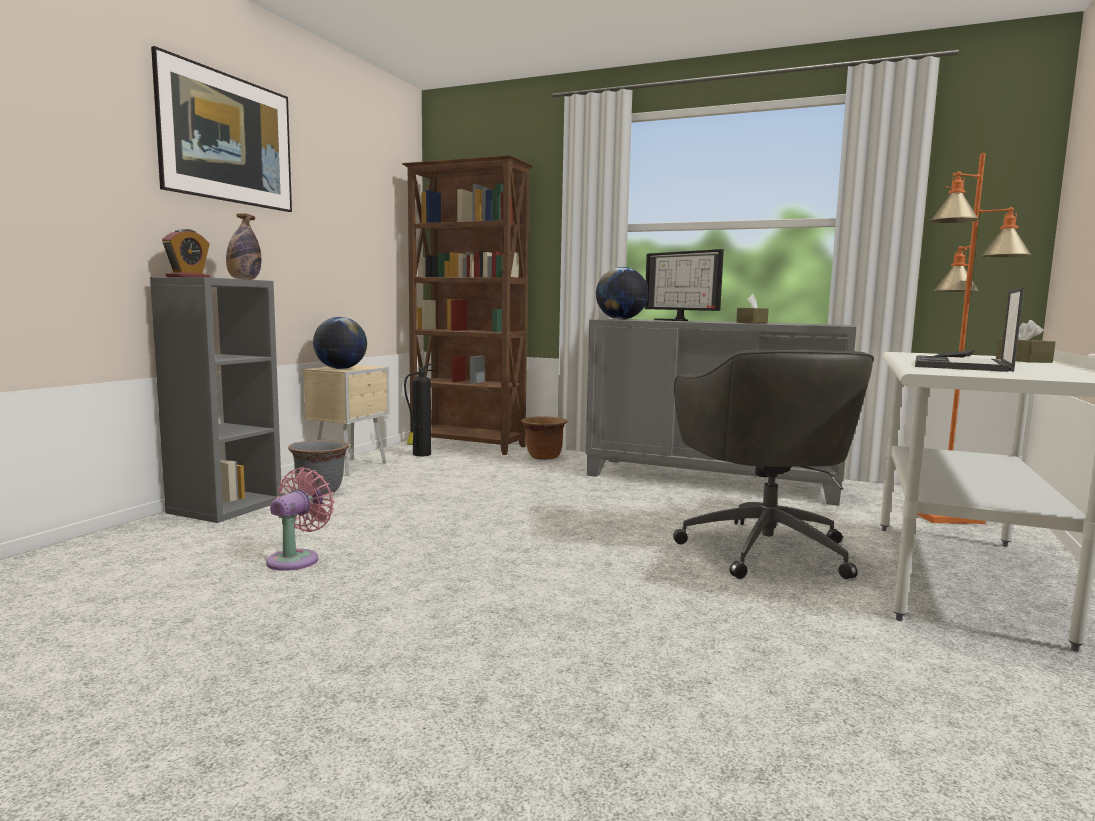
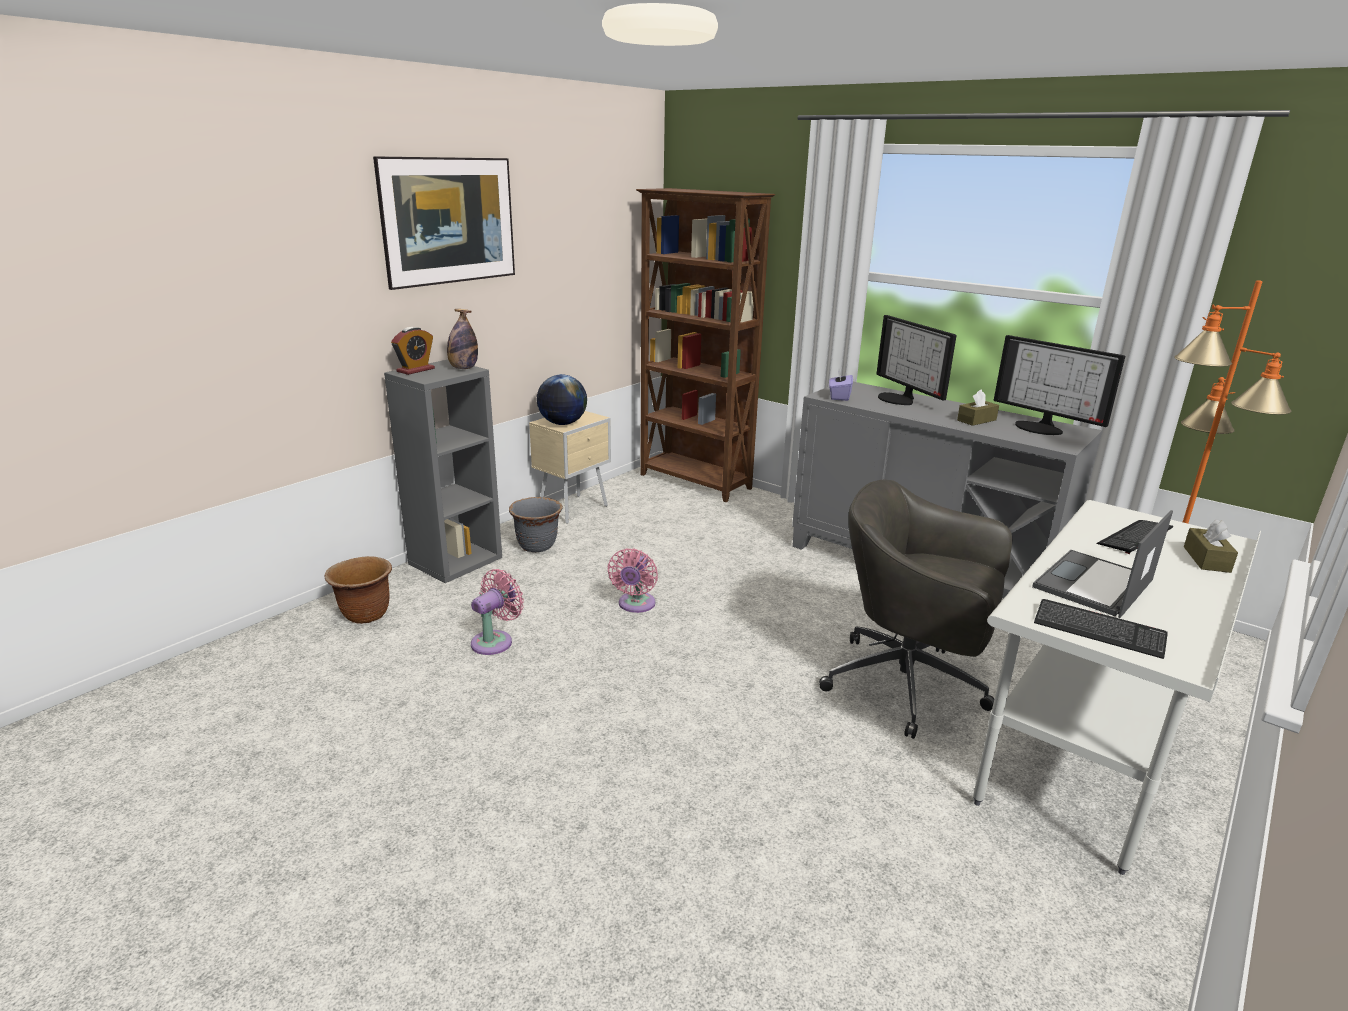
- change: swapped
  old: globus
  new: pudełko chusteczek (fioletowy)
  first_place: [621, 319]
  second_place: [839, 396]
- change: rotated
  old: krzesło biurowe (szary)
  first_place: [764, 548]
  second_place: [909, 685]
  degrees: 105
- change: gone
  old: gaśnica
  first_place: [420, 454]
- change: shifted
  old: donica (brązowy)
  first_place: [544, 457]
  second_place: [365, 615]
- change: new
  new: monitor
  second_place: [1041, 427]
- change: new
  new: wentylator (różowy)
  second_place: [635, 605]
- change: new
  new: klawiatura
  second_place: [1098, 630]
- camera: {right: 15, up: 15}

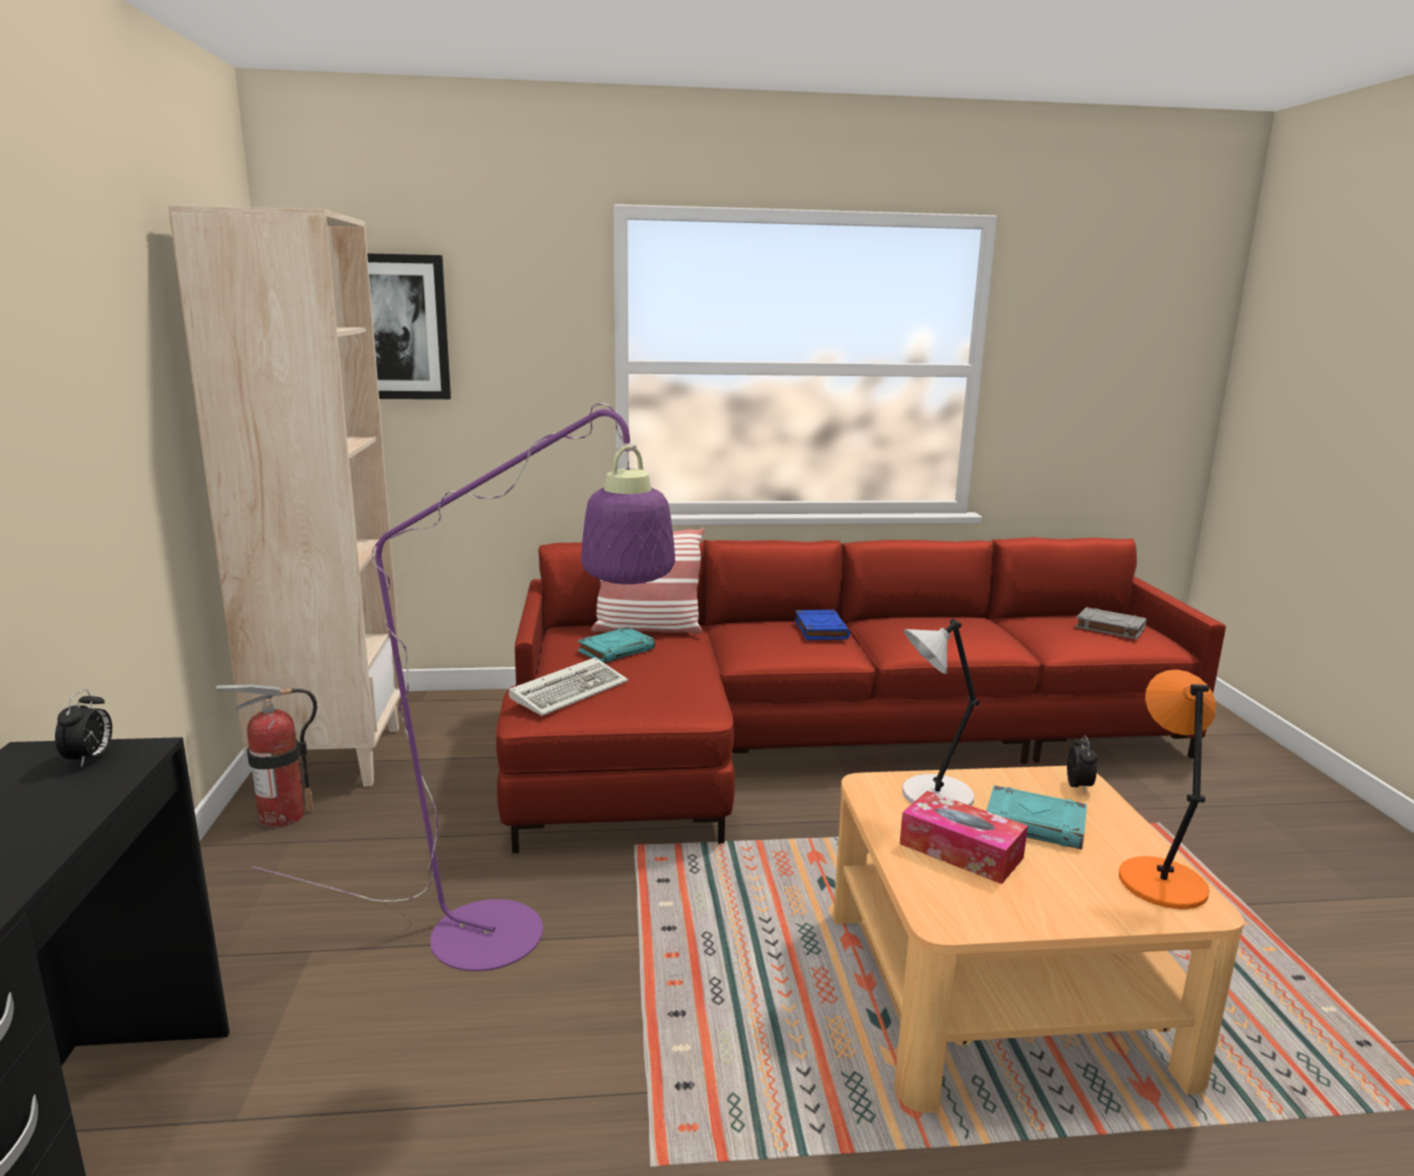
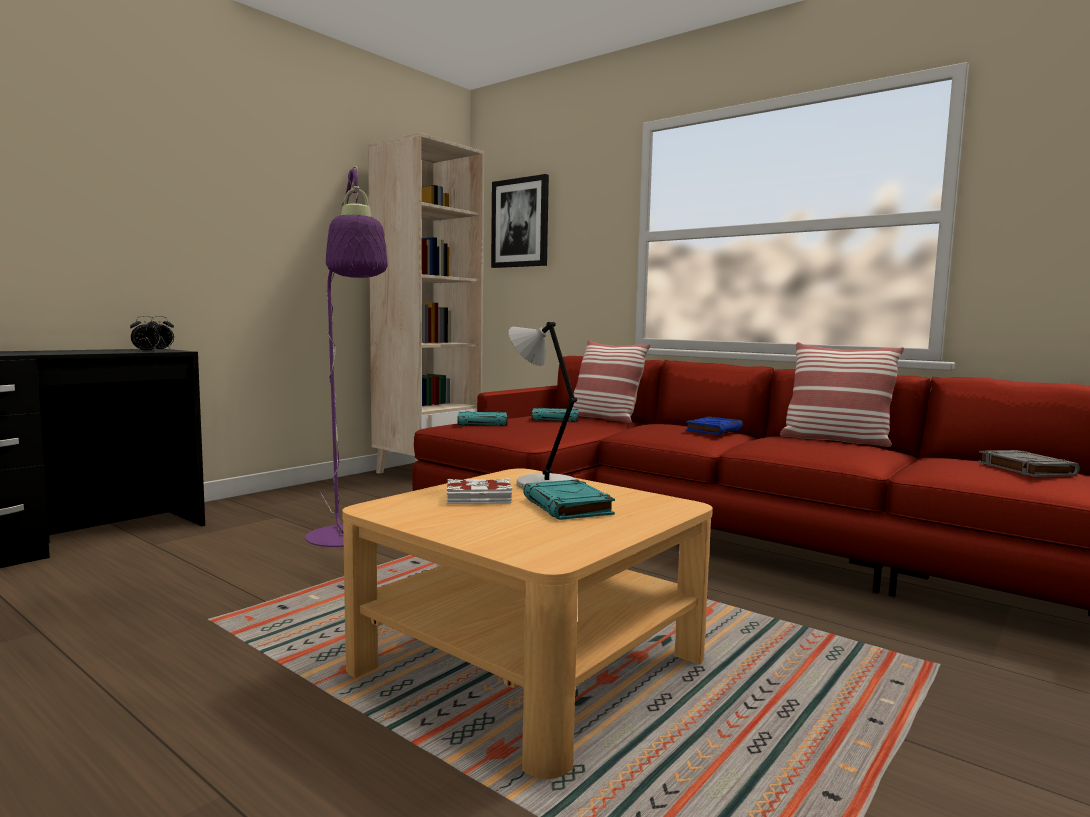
- change: swapped
  old: klawiatura
  new: książka (turkusowy)
  first_place: [571, 690]
  second_place: [483, 423]
- change: gone
  old: lampa stołowa (pomarańczowy)
  first_place: [1160, 881]
- change: gone
  old: gaśnica
  first_place: [282, 816]
- change: shifted
  old: budzik
  first_place: [1079, 787]
  second_place: [146, 351]
- change: swapped
  old: pudełko chusteczek
  new: książka (biały)
  first_place: [960, 851]
  second_place: [479, 498]
- change: new
  new: poduszka
  second_place: [835, 440]
- camera: {right: 45, up: -10}

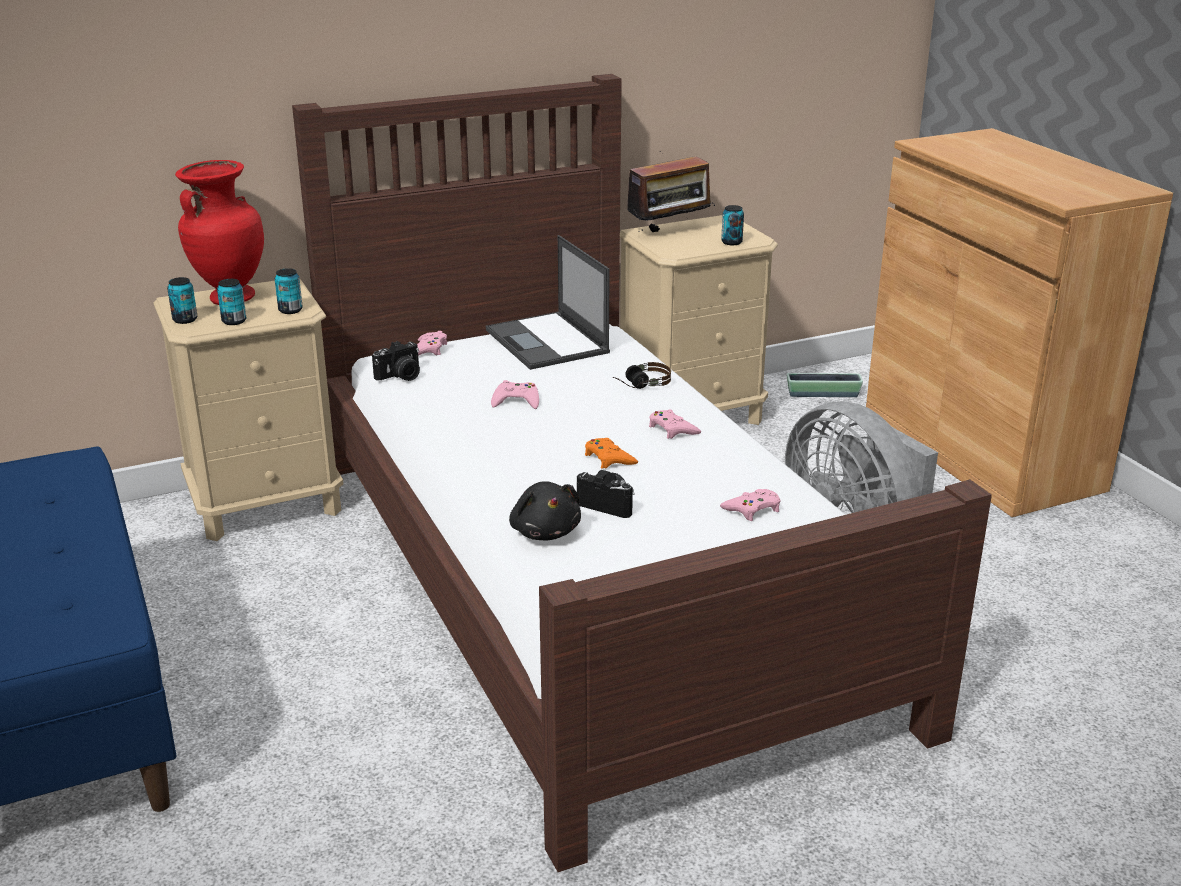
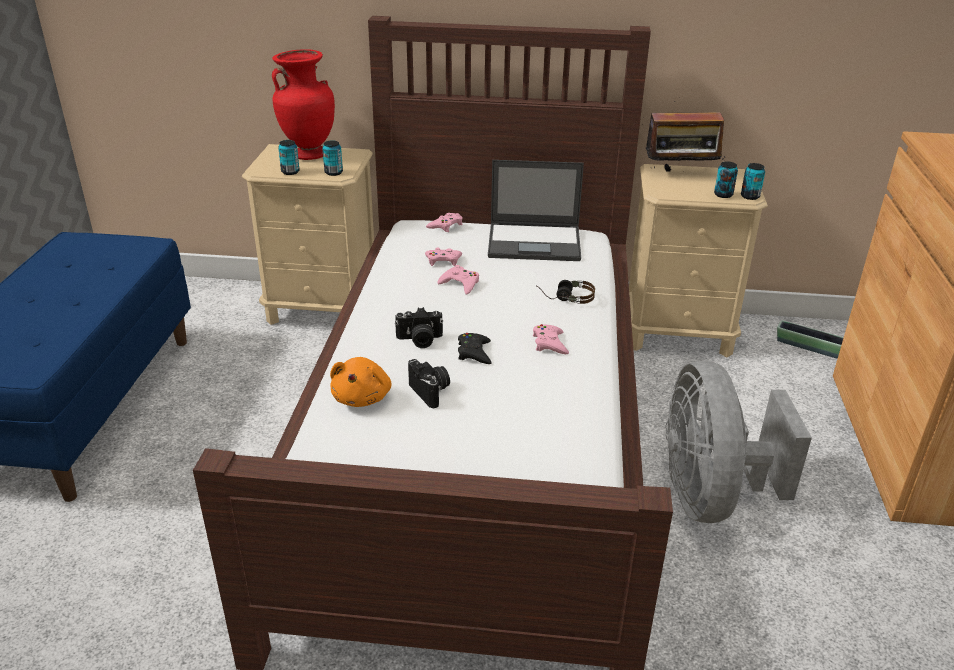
- change: rotated
  old: laptop
  first_place: [548, 342]
  second_place: [535, 242]
  degrees: -90
- change: shifted
  old: puszka
  first_place: [185, 320]
  second_place: [750, 196]
- change: shifted
  old: aparat fotograficzny
  first_place: [400, 376]
  second_place: [419, 340]
- change: repainted
  old: pad do gier (pomarańczowy)
  new: pad do gier (czarny)
  first_place: [609, 458]
  second_place: [474, 352]
- change: repainted
  old: pluszak (czarny)
  new: pluszak (pomarańczowy)
  first_place: [545, 531]
  second_place: [362, 397]
- change: shifted
  old: pad do gier (różowy)
  first_place: [752, 509]
  second_place: [443, 260]
- camera: {right: 30, up: 5}

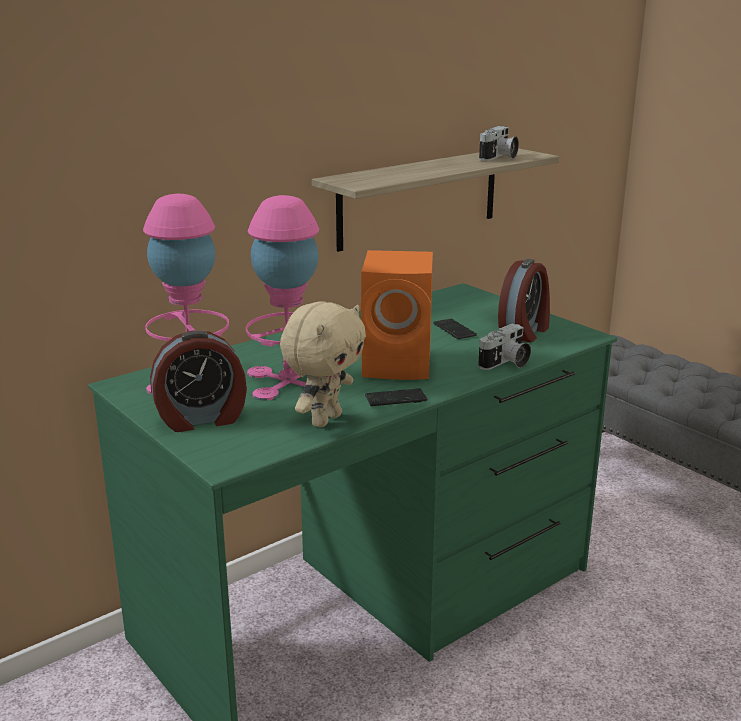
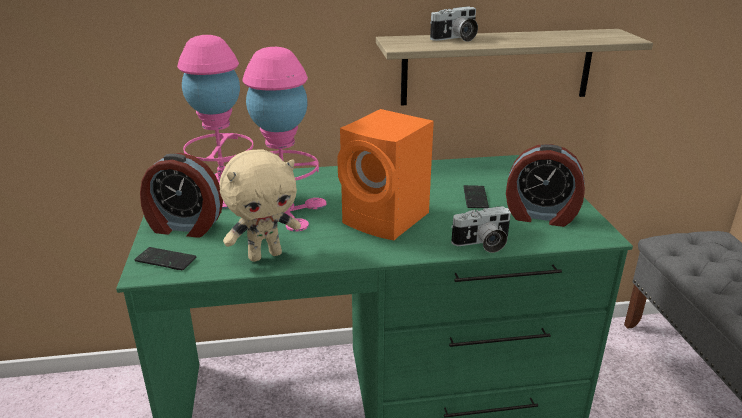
- change: shifted
  old: aparat fotograficzny
  first_place: [499, 157]
  second_place: [456, 39]
- change: rotated
  old: budzik
  first_place: [525, 332]
  second_place: [540, 216]
  degrees: 45
- change: shifted
  old: telefon
  first_place: [396, 399]
  second_place: [165, 260]
- camera: {right: 30, up: 5}

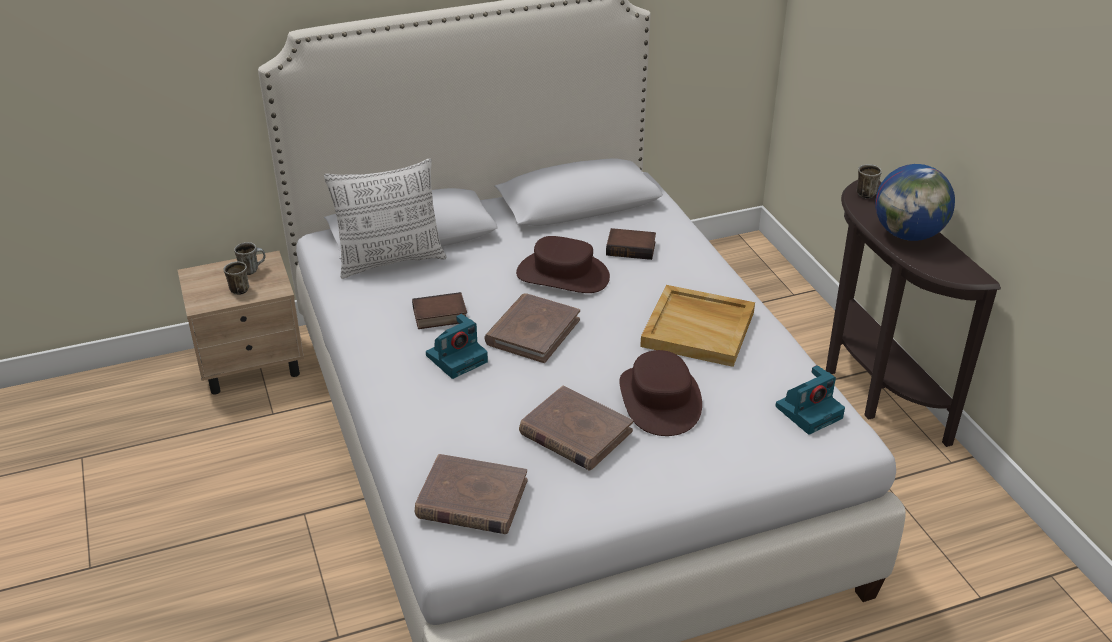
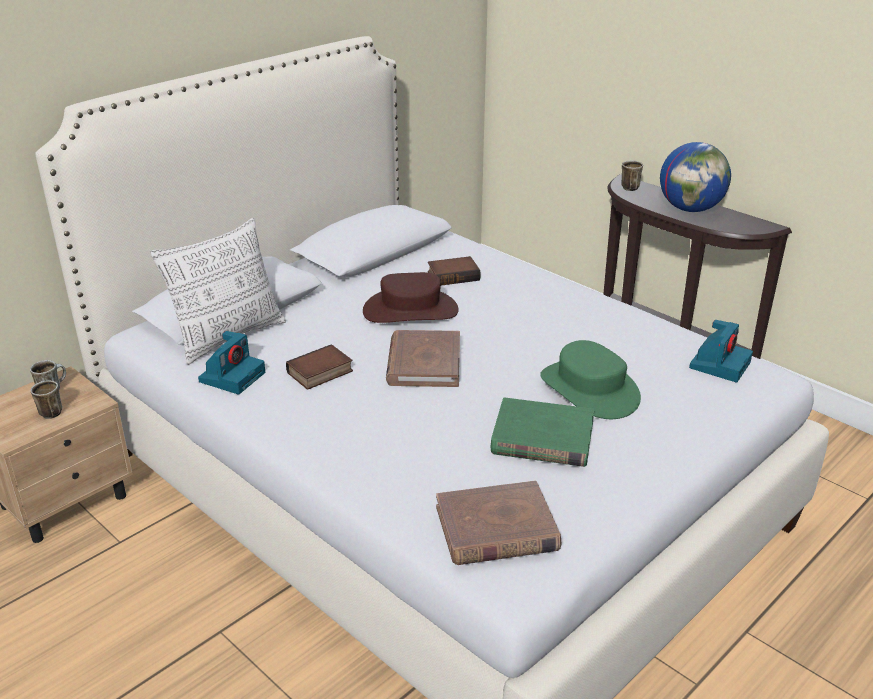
- change: gone
  old: taca (beżowy)
  first_place: [699, 329]
- change: shifted
  old: aparat fotograficzny
  first_place: [457, 358]
  second_place: [232, 376]
- change: repainted
  old: kapelusz (brązowy)
  new: kapelusz (zielony)
  first_place: [660, 400]
  second_place: [589, 389]
- change: repainted
  old: książka (brązowy)
  new: książka (zielony)
  first_place: [575, 432]
  second_place: [542, 437]
- camera: {right: -25, up: -5}

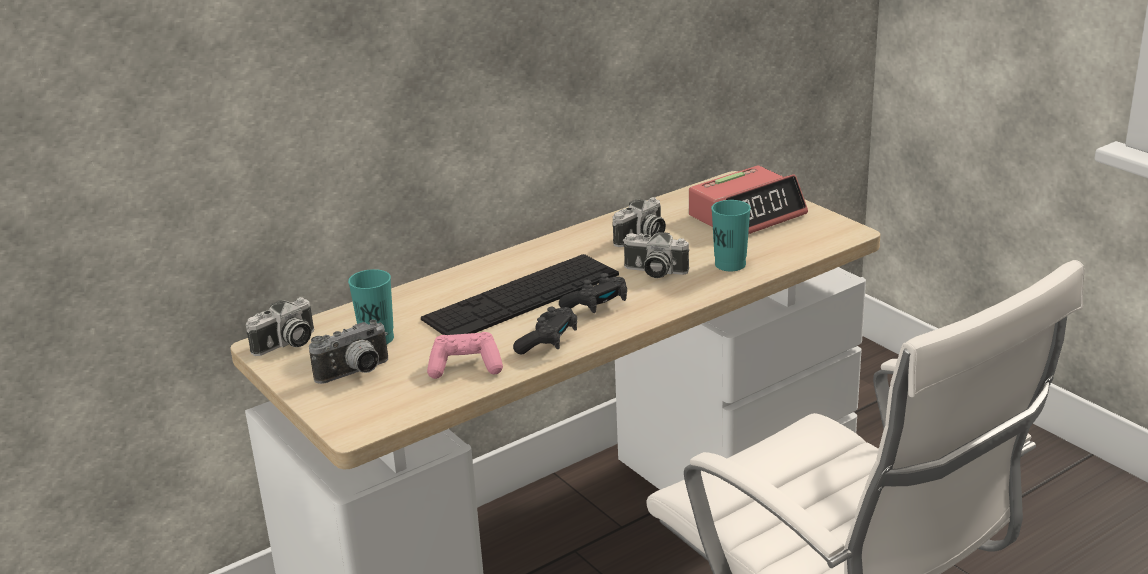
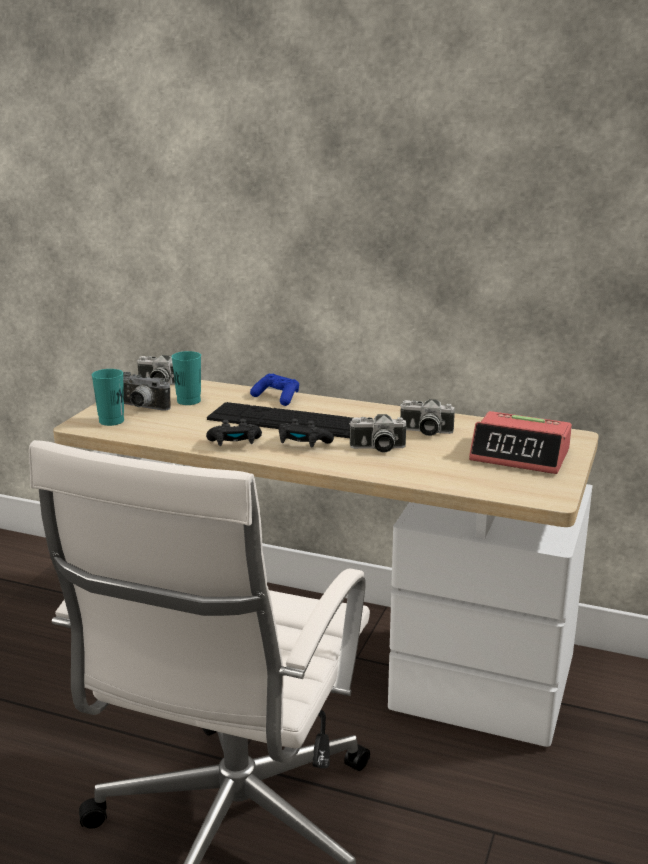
- change: shifted
  old: filiżanka (turkusowy)
  first_place: [730, 264]
  second_place: [111, 421]
- change: rotated
  old: aparat fotograficzny
  first_place: [654, 272]
  second_place: [377, 448]
  degrees: -75
- change: gone
  old: pad do gier (różowy)
  first_place: [465, 367]
- change: new
  new: pad do gier (niebieski)
  second_place: [277, 398]
- camera: {right: 55, up: -5}

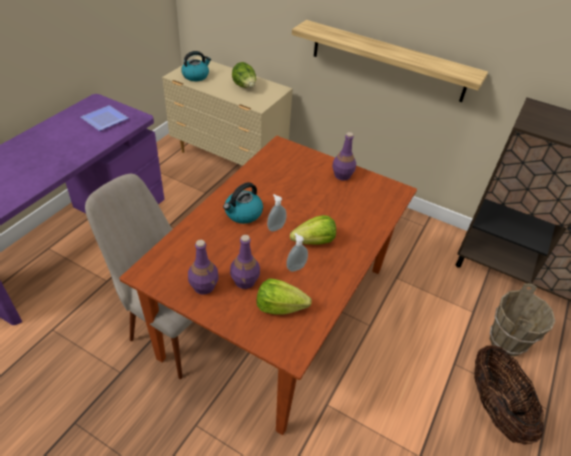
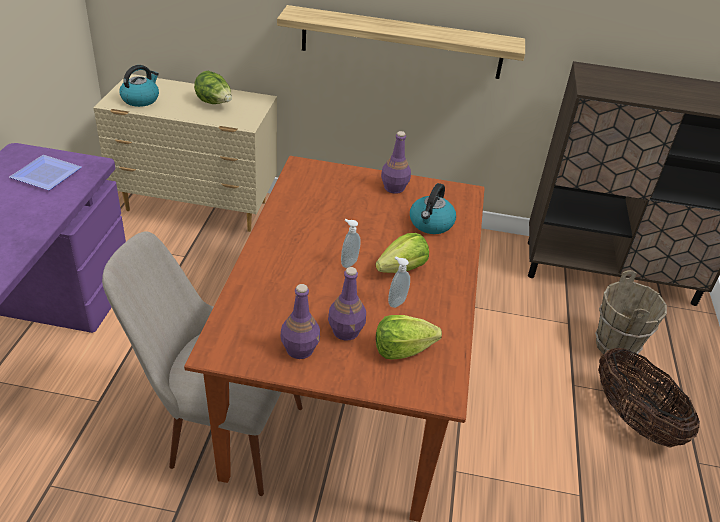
- change: shifted
  old: czajnik
  first_place: [243, 214]
  second_place: [431, 224]
- camera: {right: -20, up: -5}

